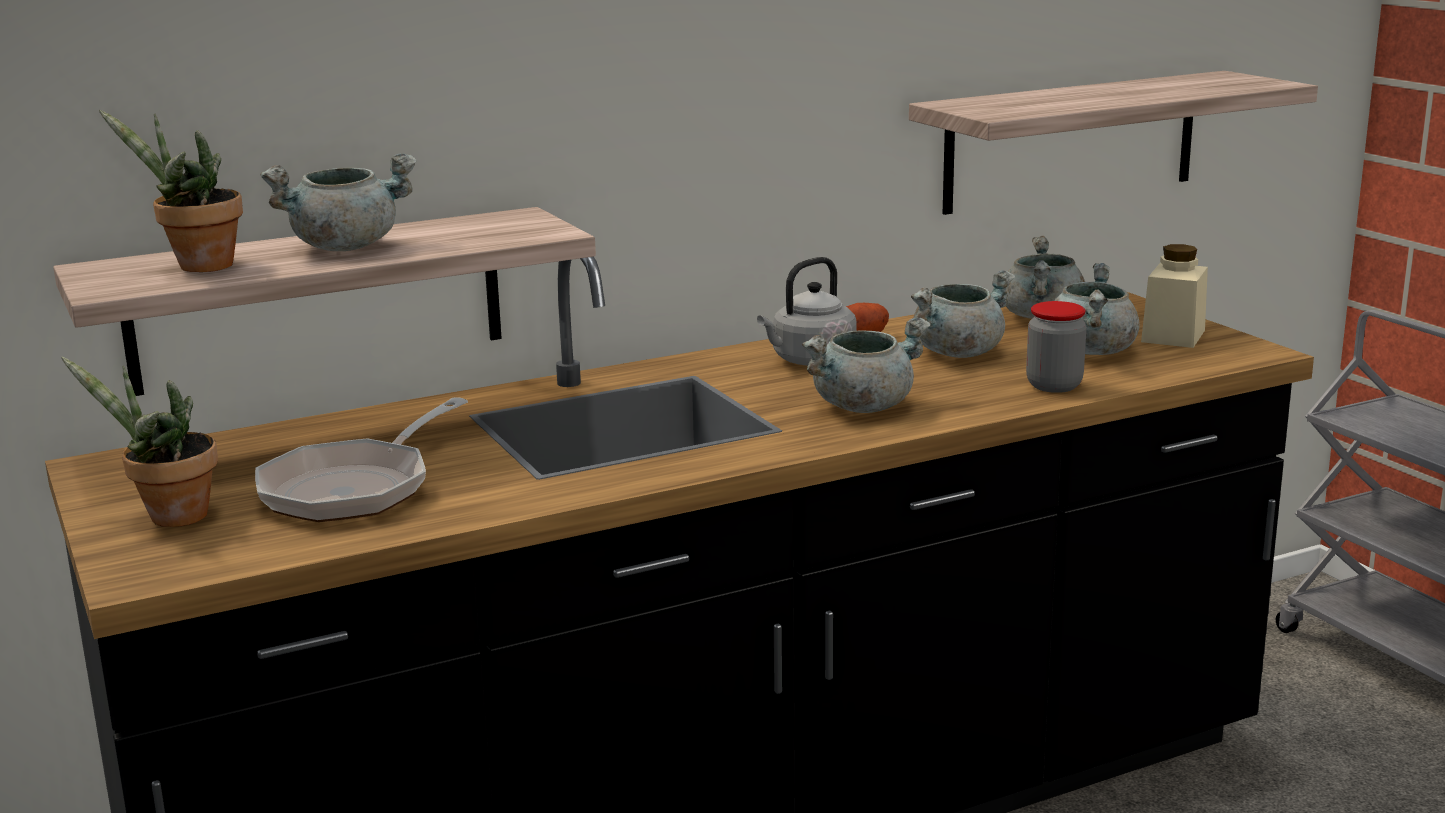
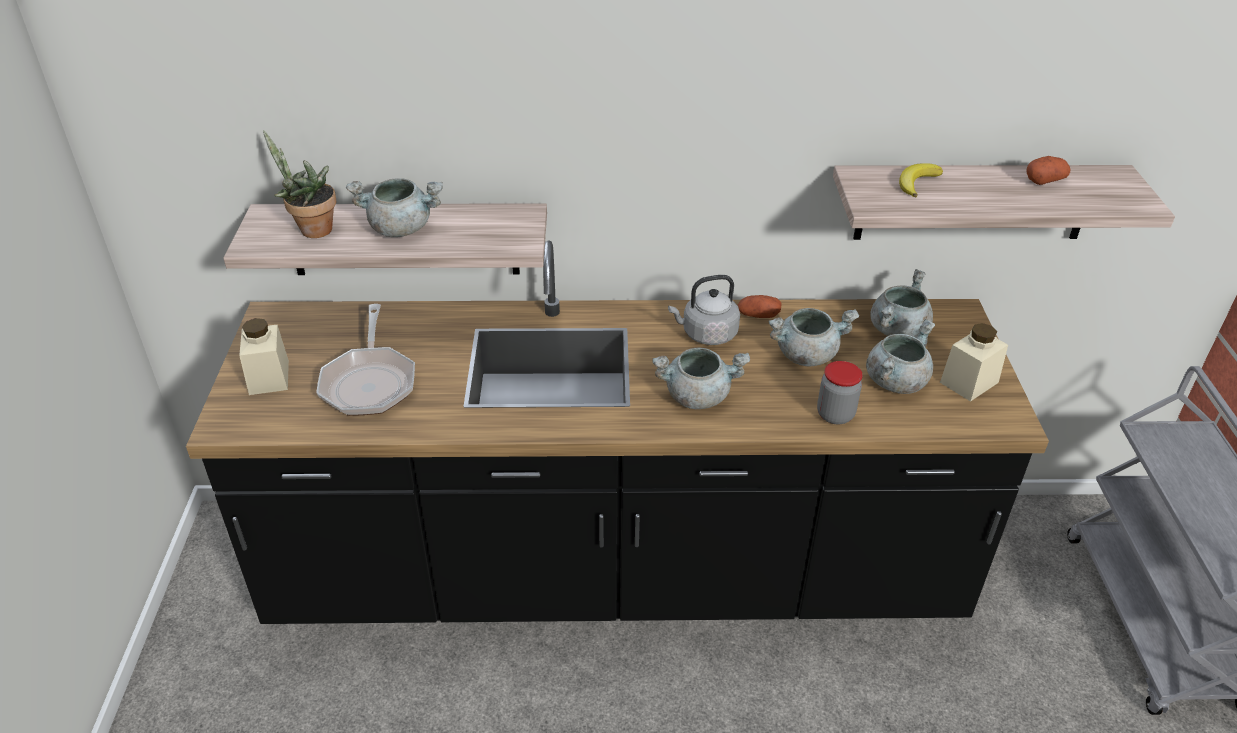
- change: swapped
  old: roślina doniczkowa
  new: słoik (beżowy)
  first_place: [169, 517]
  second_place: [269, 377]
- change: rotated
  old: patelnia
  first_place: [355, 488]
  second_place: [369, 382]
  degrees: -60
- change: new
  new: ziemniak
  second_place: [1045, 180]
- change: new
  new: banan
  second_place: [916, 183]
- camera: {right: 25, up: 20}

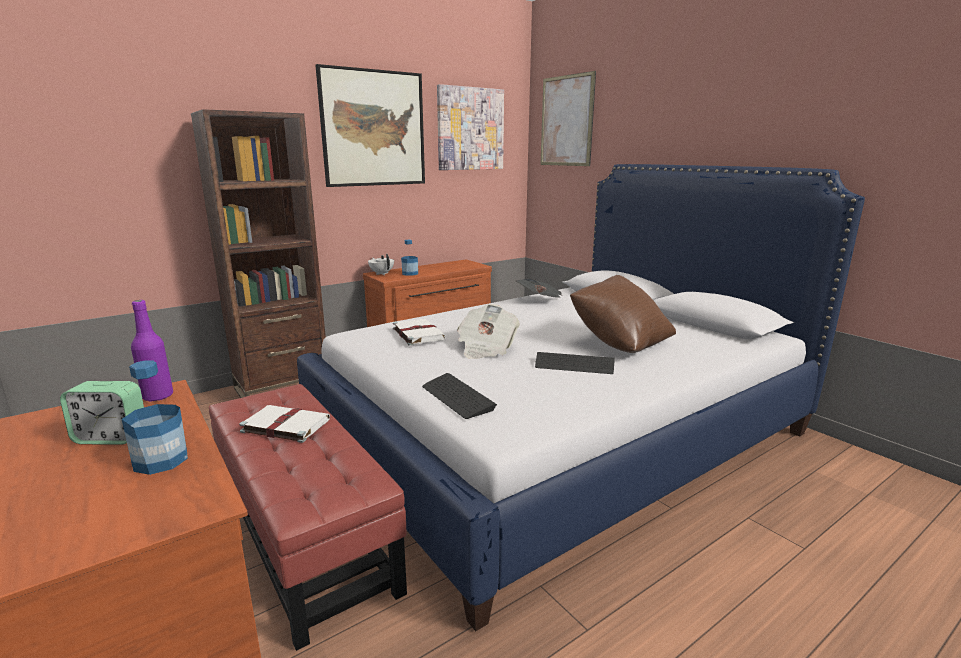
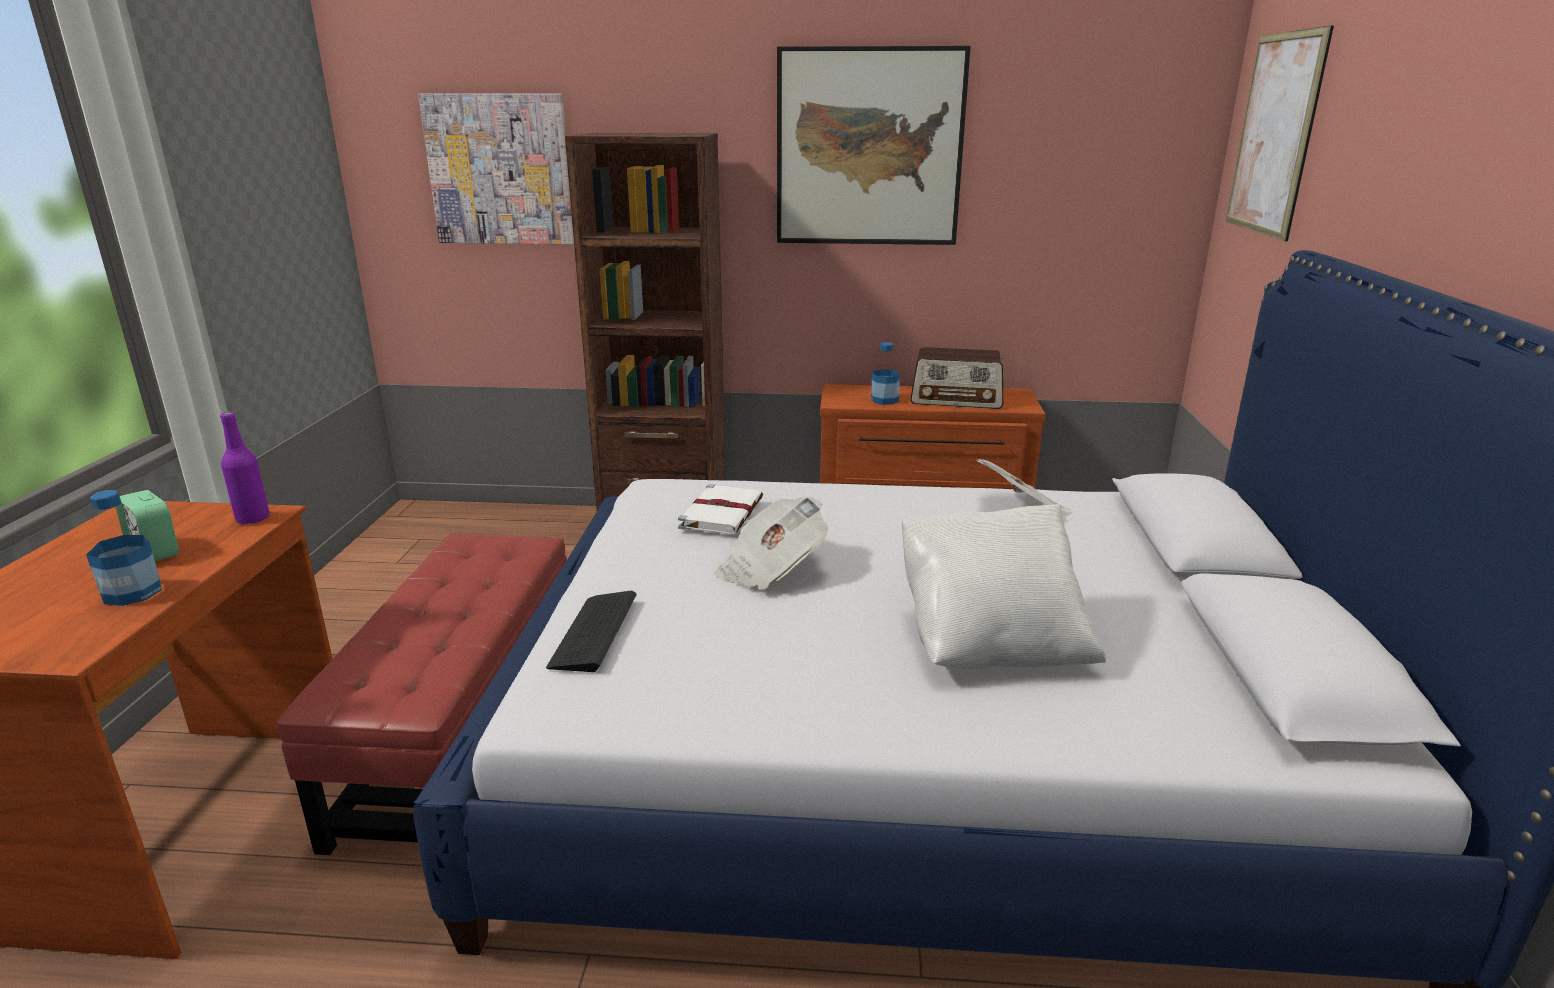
- change: shifted
  old: obraz
  first_place: [470, 129]
  second_place: [500, 170]
- change: gone
  old: imbryk (biały)
  first_place: [382, 273]
- change: repainted
  old: poduszka (brązowy)
  new: poduszka (biały)
  first_place: [619, 343]
  second_place: [991, 640]
- change: gone
  old: klawiatura
  first_place: [574, 365]
- change: gone
  old: książka (biały)
  first_place: [284, 425]
- change: new
  new: radio
  second_place: [957, 399]
- camera: {right: 40, up: 5}

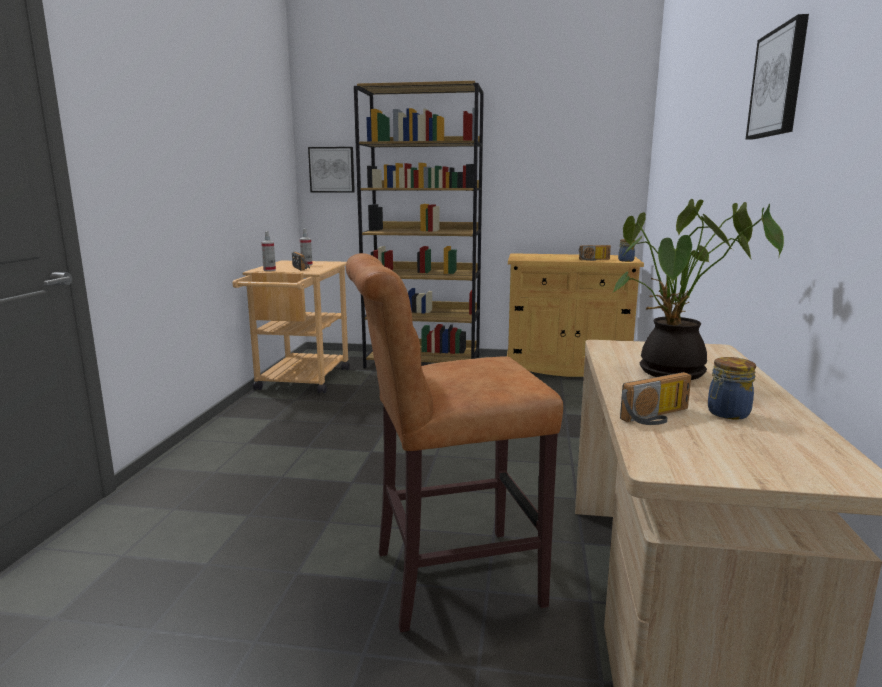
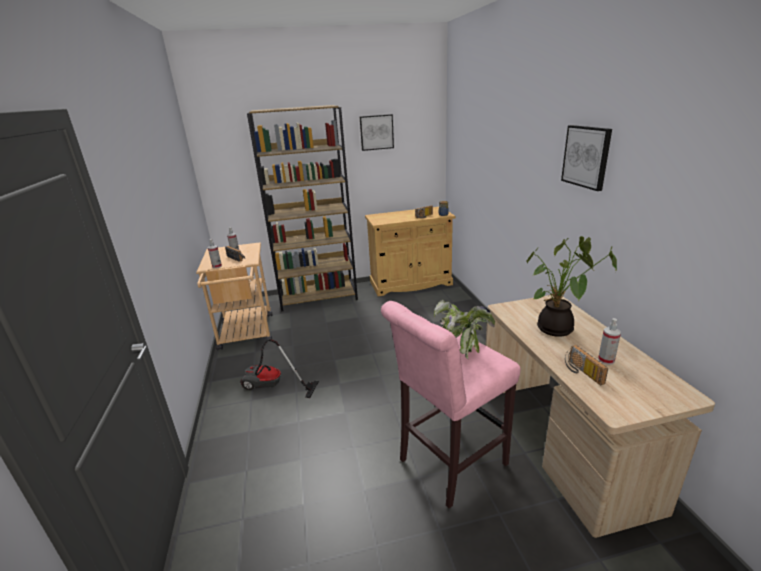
- change: shifted
  old: obraz
  first_place: [332, 170]
  second_place: [376, 132]
- change: repainted
  old: stołek (brązowy)
  new: stołek (różowy)
  first_place: [447, 579]
  second_place: [448, 464]
- change: swapped
  old: słoik
  new: spryskiwacz
  first_place: [726, 413]
  second_place: [606, 360]
- change: rotated
  old: radio
  first_place: [658, 417]
  second_place: [581, 372]
  degrees: 120
- change: new
  new: roślina doniczkowa
  second_place: [462, 347]
- change: new
  new: odkurzacz
  second_place: [272, 387]
- camera: {right: -20, up: 10}

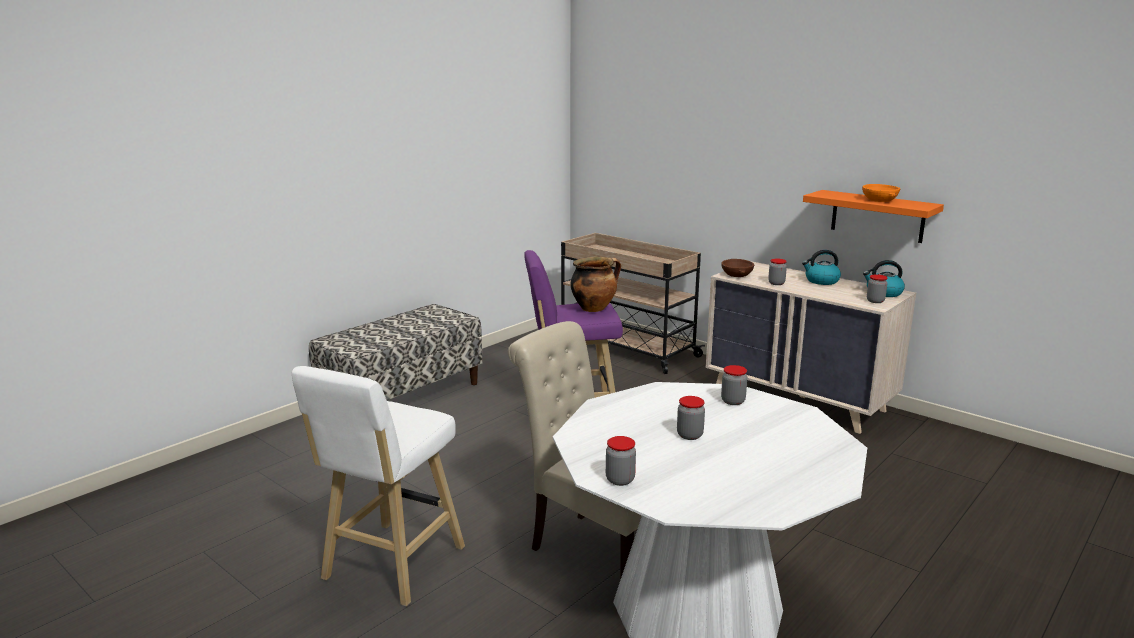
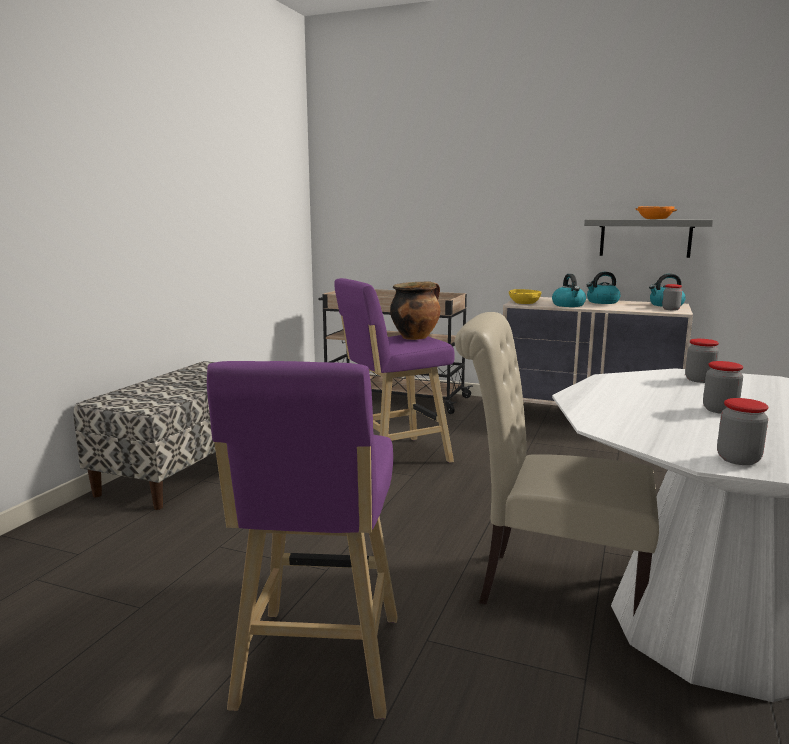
- change: repainted
  old: półka (pomarańczowy)
  new: półka (szary)
  first_place: [877, 216]
  second_place: [645, 238]
- change: repainted
  old: miska (brązowy)
  new: miska (żółty)
  first_place: [737, 274]
  second_place: [525, 303]
- change: swapped
  old: słoik
  new: czajnik
  first_place: [776, 283]
  second_place: [569, 305]
- change: repainted
  old: stołek (biały)
  new: stołek (fioletowy)
  first_place: [390, 566]
  second_place: [318, 667]
- camera: {right: -20, up: -5}

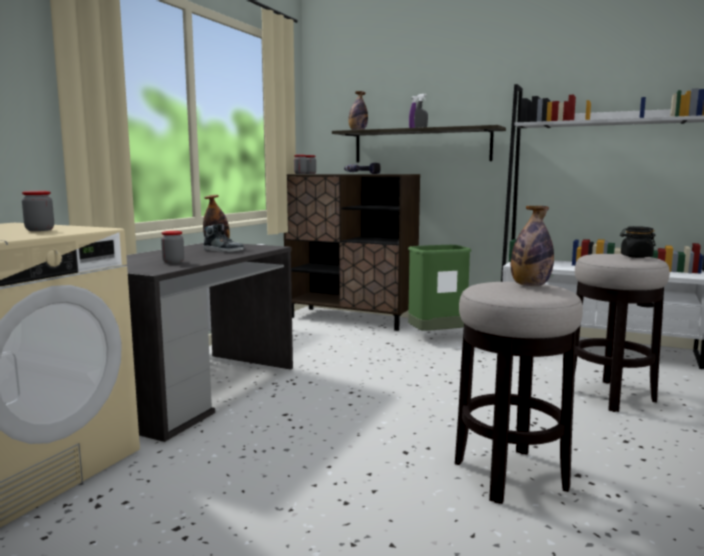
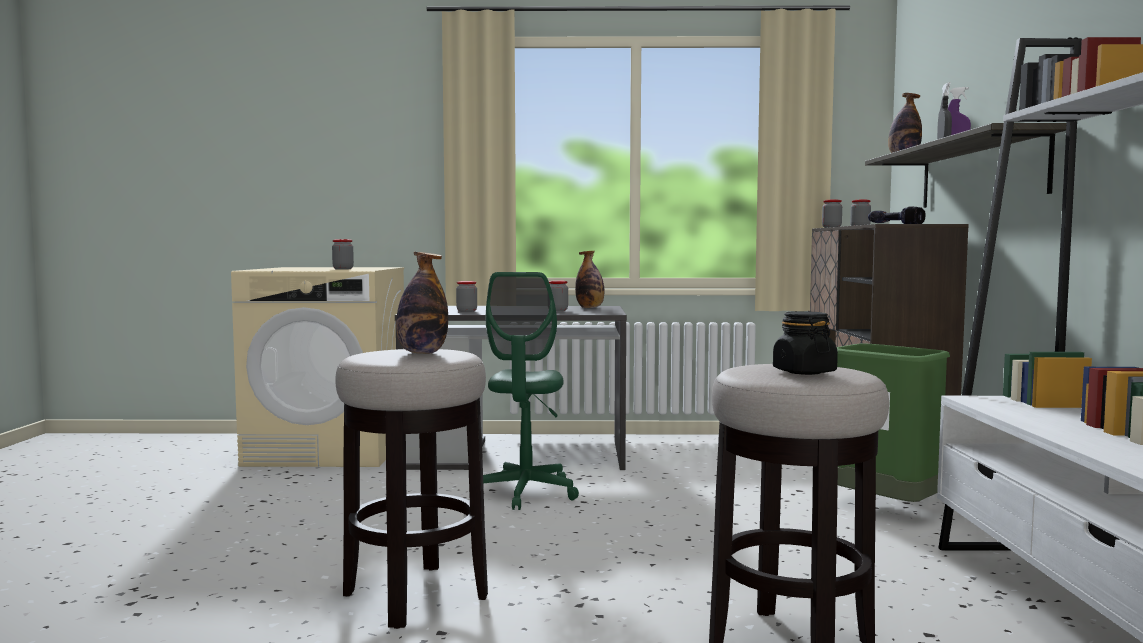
- change: swapped
  old: but
  new: słoik
  first_place: [223, 250]
  second_place: [557, 310]
- change: new
  new: krzesło biurowe (zielony)
  second_place: [526, 493]
- camera: {right: 65, up: -5}

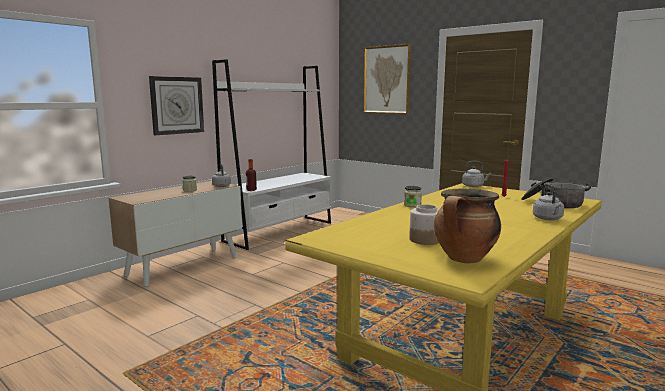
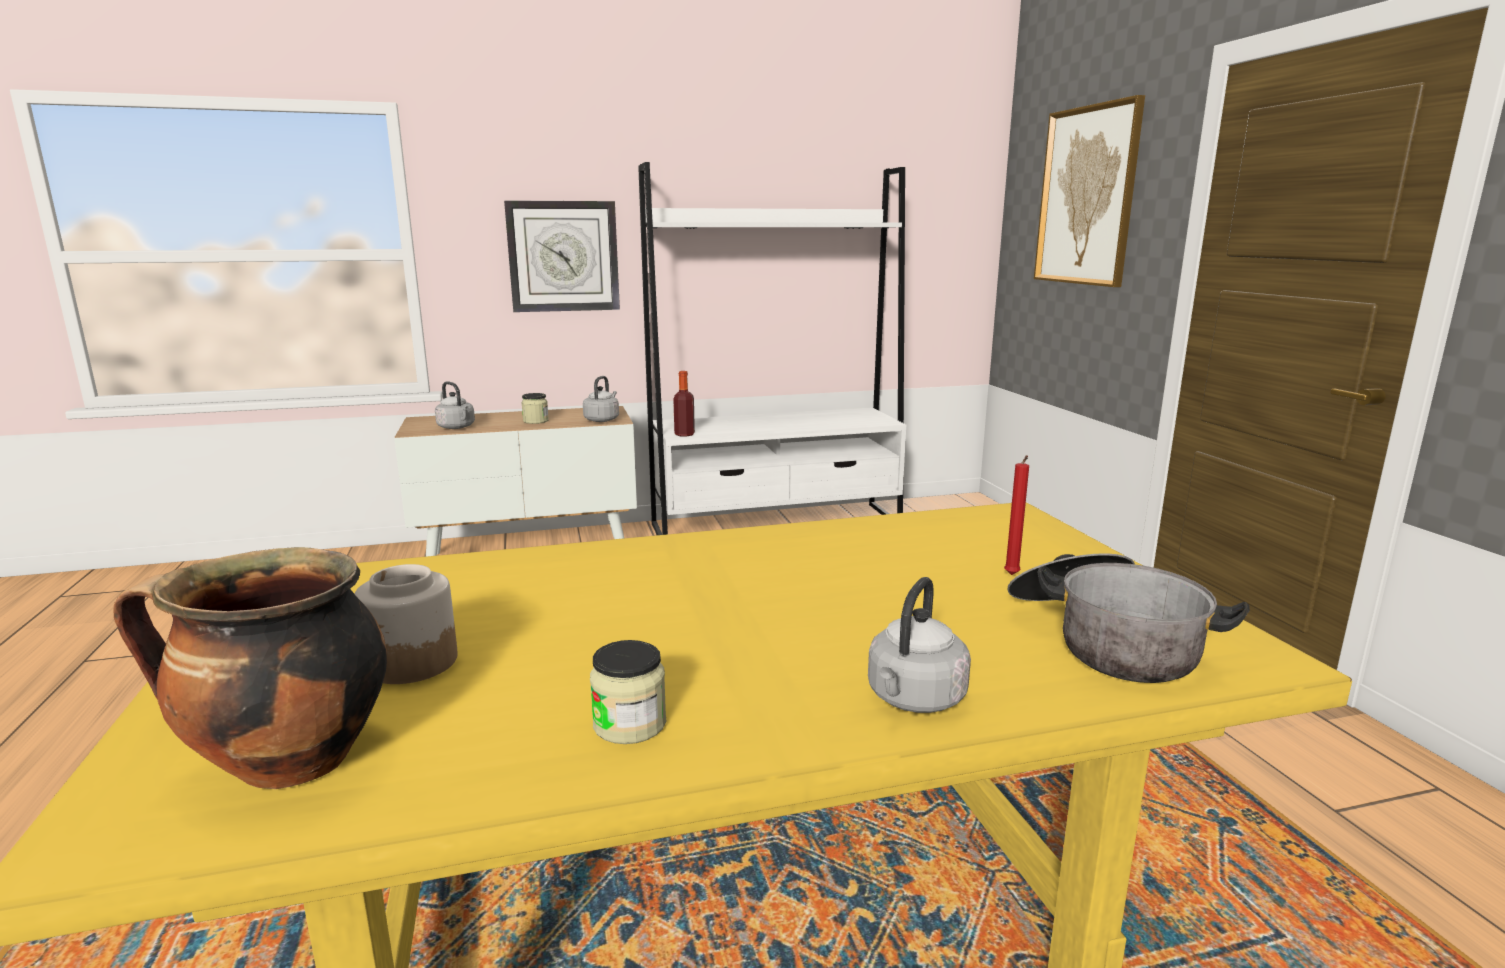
- change: shifted
  old: czajnik (szary)
  first_place: [474, 186]
  second_place: [457, 427]
- change: shifted
  old: słoik
  first_place: [412, 205]
  second_place: [629, 724]
- camera: {right: 35, up: 5}

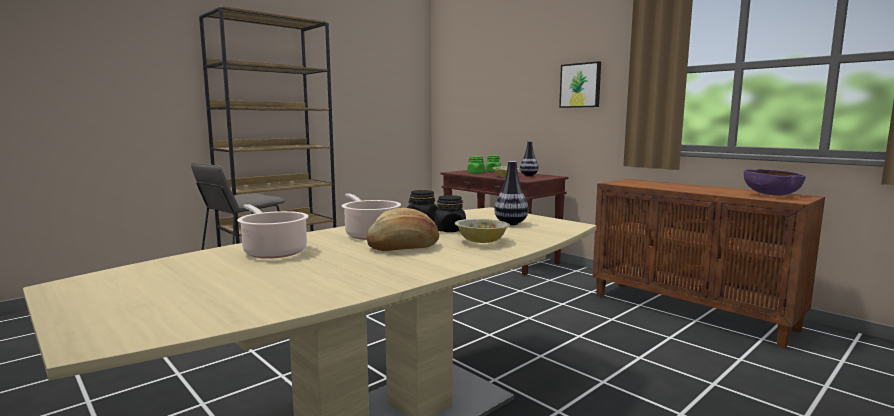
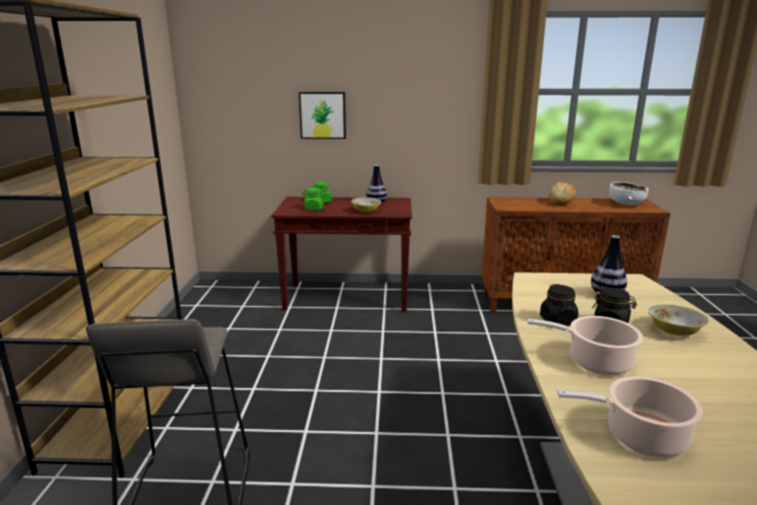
- change: shifted
  old: obraz
  first_place: [580, 85]
  second_place: [323, 115]
- change: repainted
  old: miska (fioletowy)
  new: miska (biały)
  first_place: [770, 195]
  second_place: [625, 204]
- change: shifted
  old: chleb
  first_place: [403, 247]
  second_place: [560, 202]
- camera: {right: -45, up: 10}

